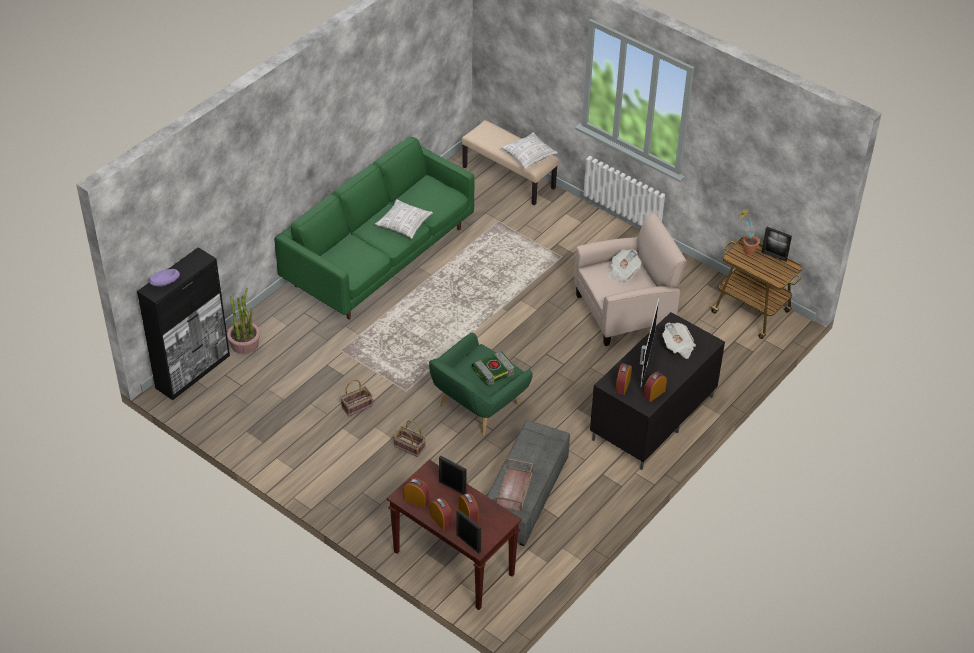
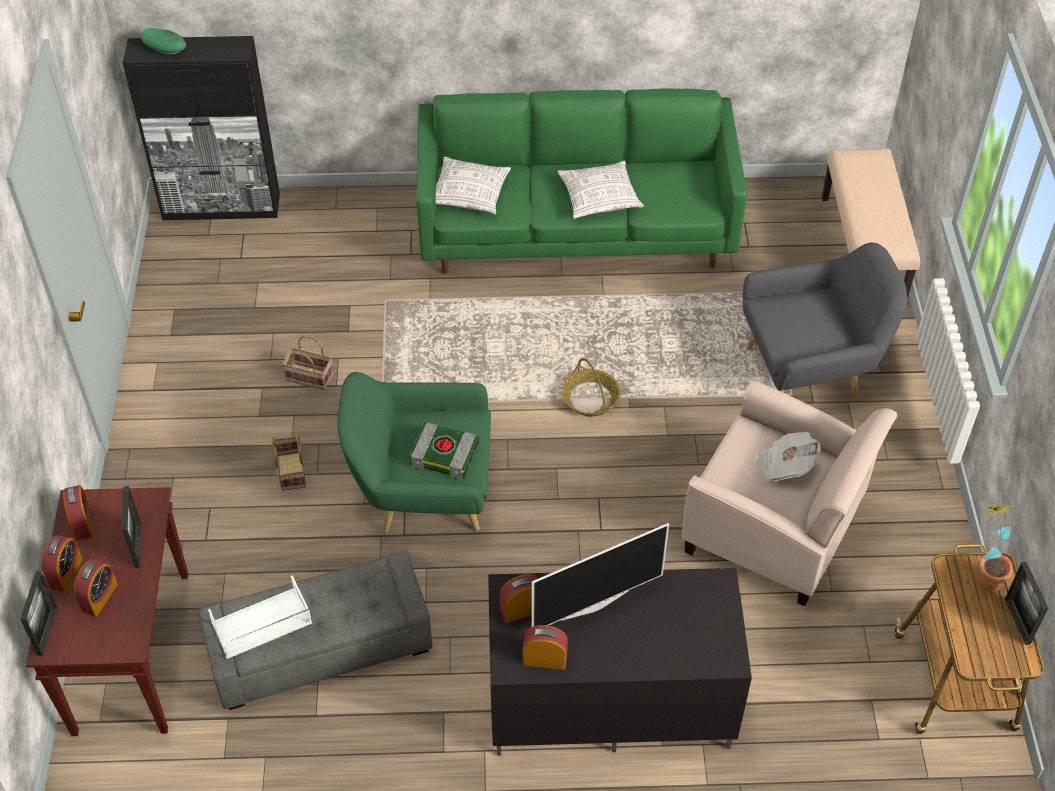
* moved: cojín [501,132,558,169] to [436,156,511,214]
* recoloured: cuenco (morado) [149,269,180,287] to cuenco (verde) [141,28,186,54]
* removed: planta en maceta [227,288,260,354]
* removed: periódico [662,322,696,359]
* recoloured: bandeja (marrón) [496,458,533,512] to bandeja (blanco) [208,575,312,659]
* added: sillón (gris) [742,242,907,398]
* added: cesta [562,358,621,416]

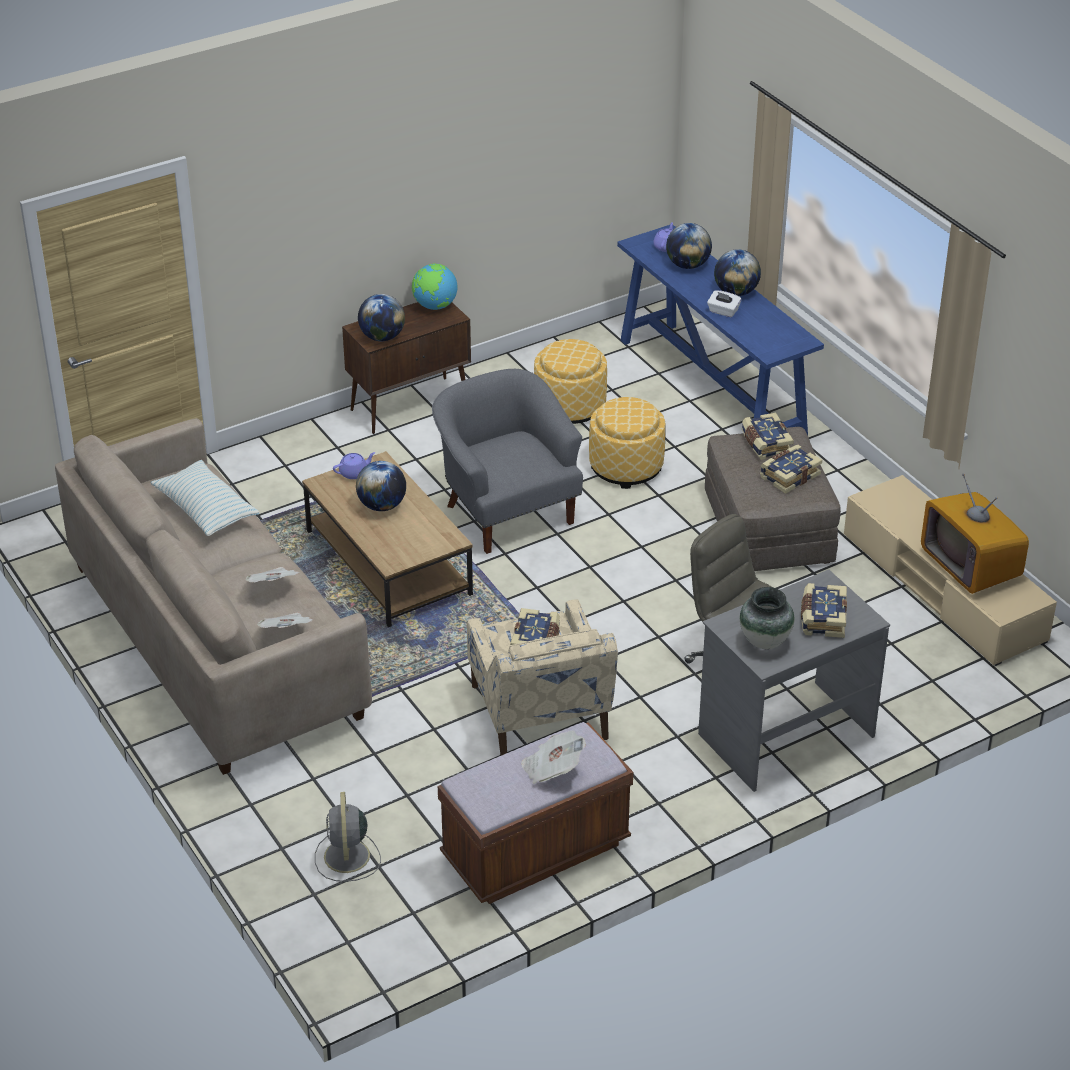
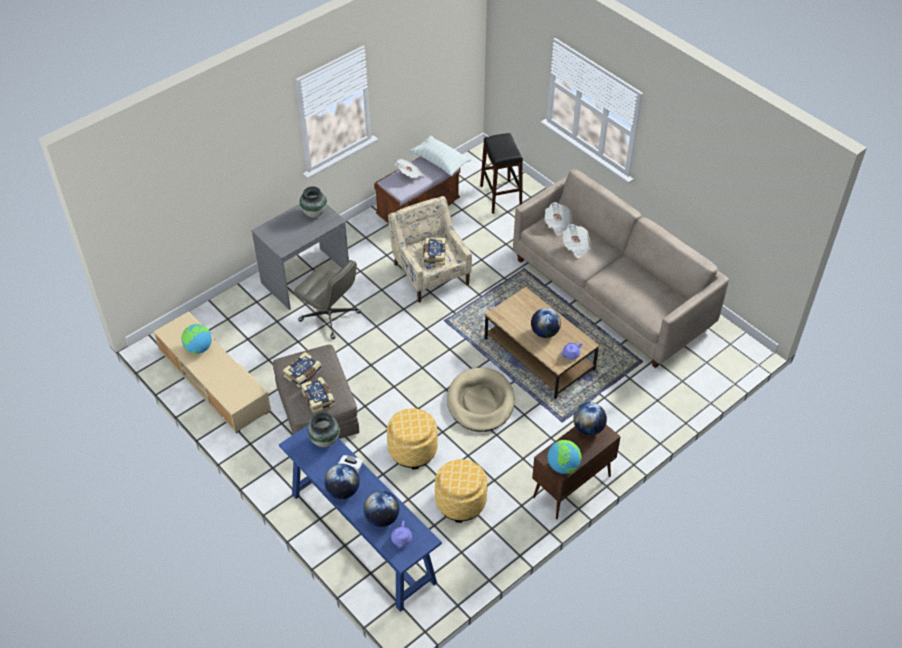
* replaced: sillón (gris) [432,369,583,554] to cama para perro (beis) [447,368,515,432]
* moved: cojín [150,460,260,536] to [410,135,472,176]
* replaced: televisor [921,474,1029,594] to globo terráqueo [182,324,212,354]
* removed: libro [801,583,847,638]
* replaced: ventilador (gris) [315,792,381,882] to taburete (negro) [480,133,523,214]
* added: florero [307,412,340,447]

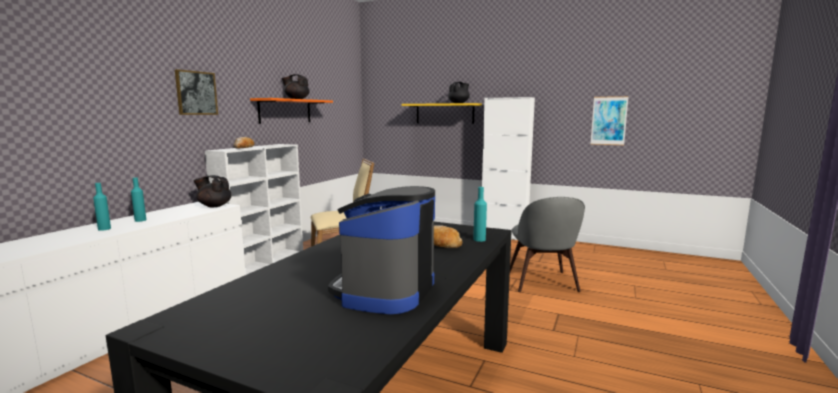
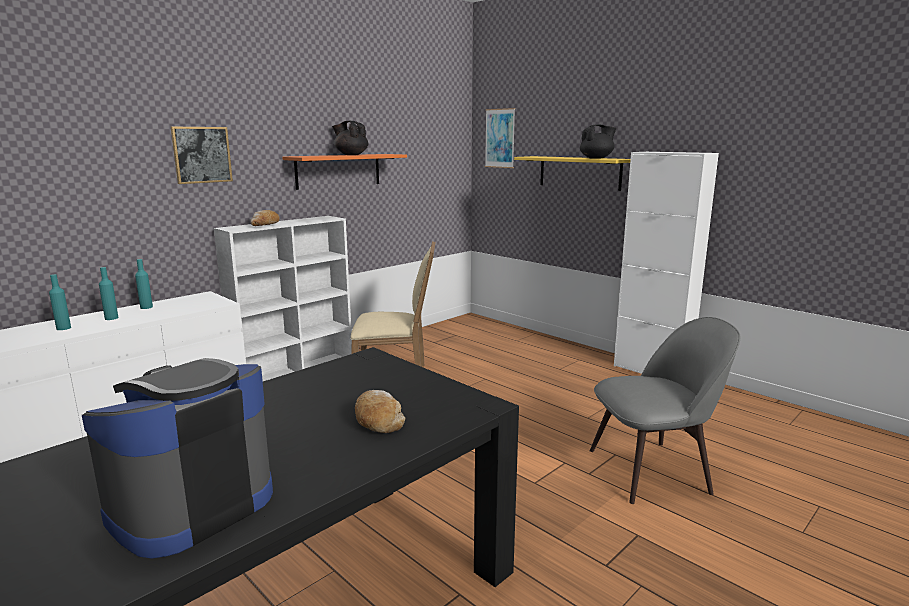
* moved: cuadro [591,96,629,145] to [485,108,515,168]
* removed: tetera (negro) [193,175,232,207]
* moved: botella (turquesa) [473,187,487,242] to [135,259,153,309]
* turned: silla (gris) [510,197,585,292] = [590,317,741,504] 120 degrees counterclockwise

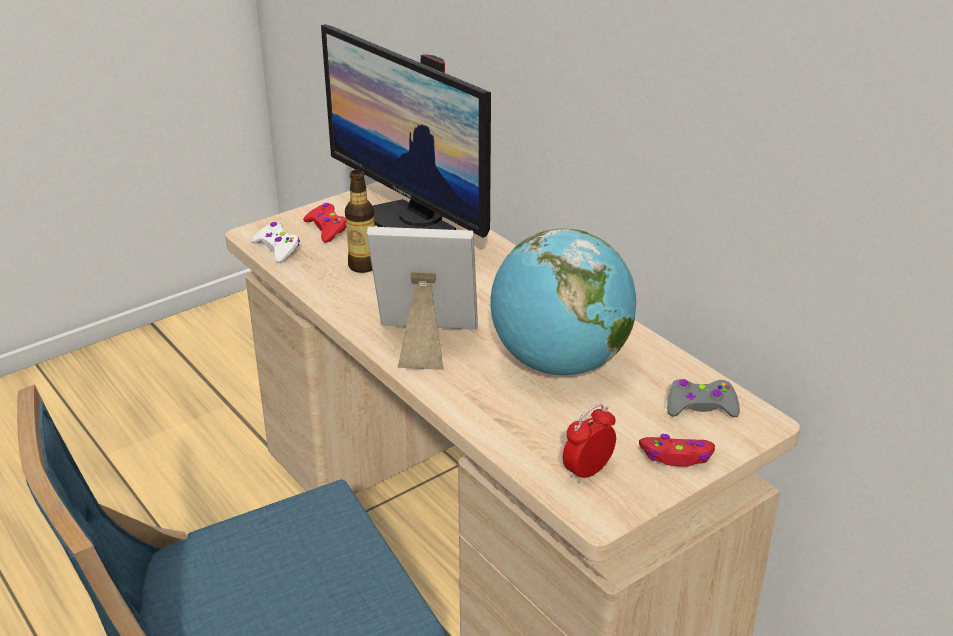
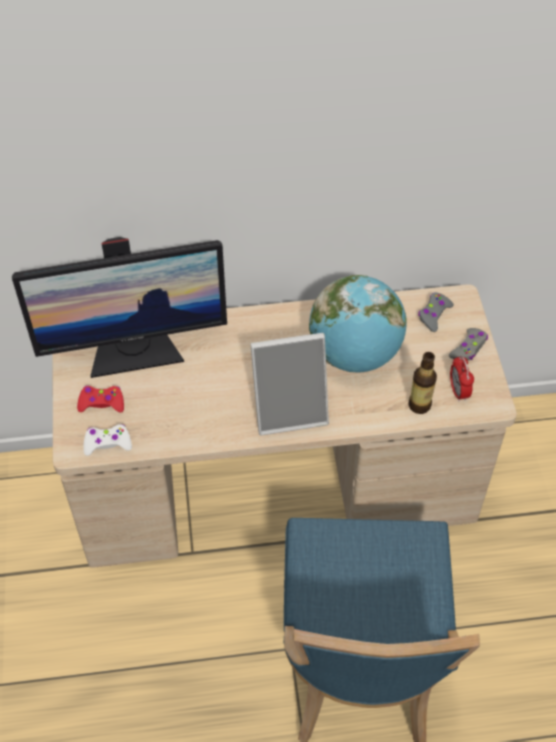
* moved: botella [345,169,375,273] to [408,352,437,414]
* turned: portarretratos [366,227,478,370] = [250,333,329,436] 135 degrees counterclockwise
* recoloured: mando de consola (rojo) [639,434,715,467] to mando de consola (gris) [449,328,488,361]

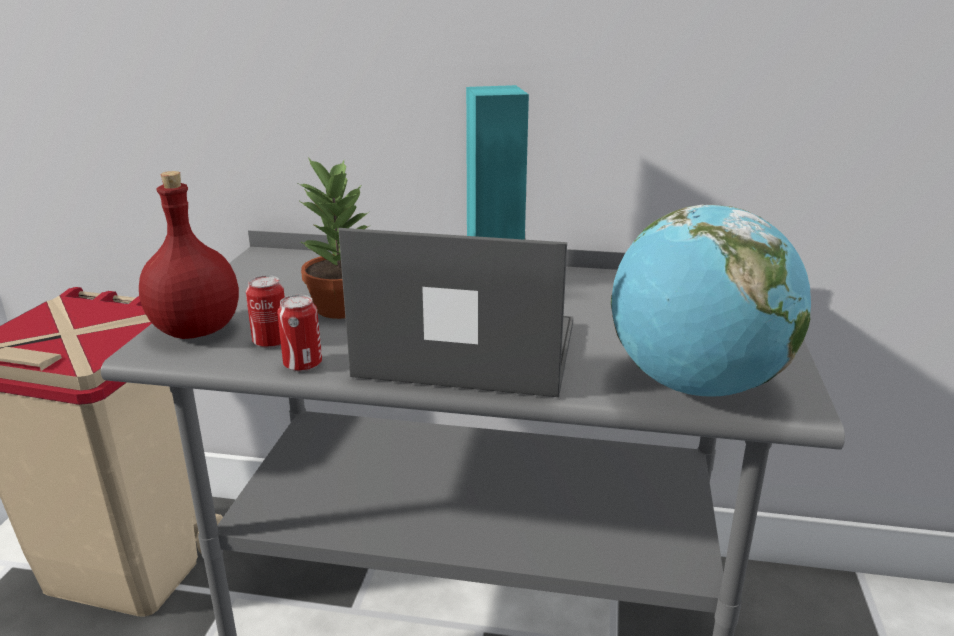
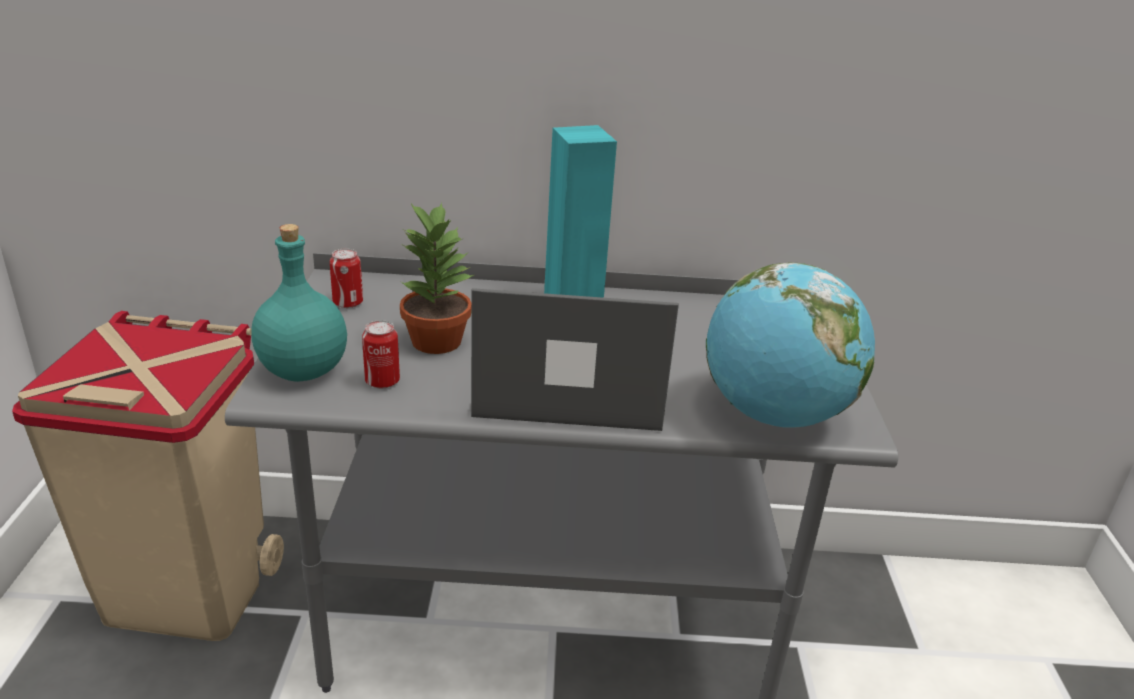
* recoloured: botella (rojo) [139,171,239,339] to botella (turquesa) [251,224,347,382]
* moved: lata [277,295,322,371] to [330,249,363,308]

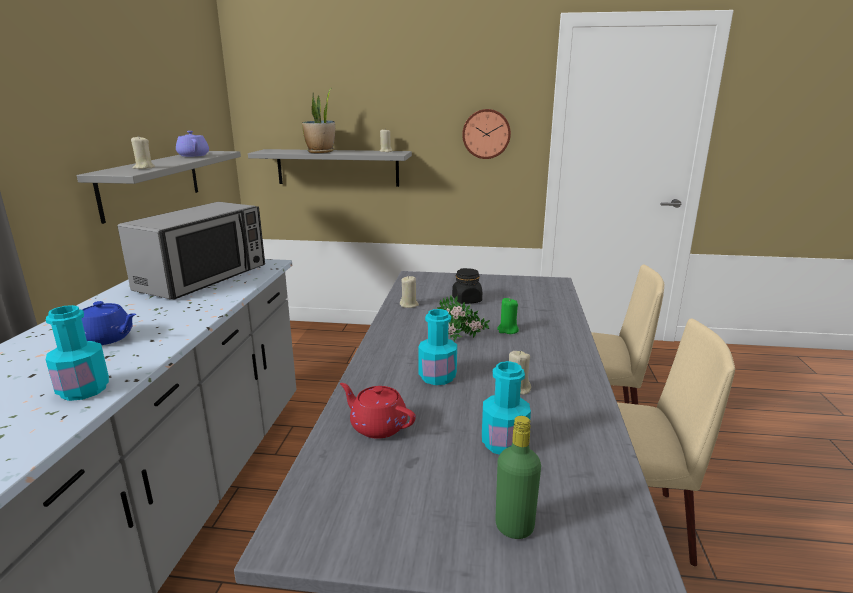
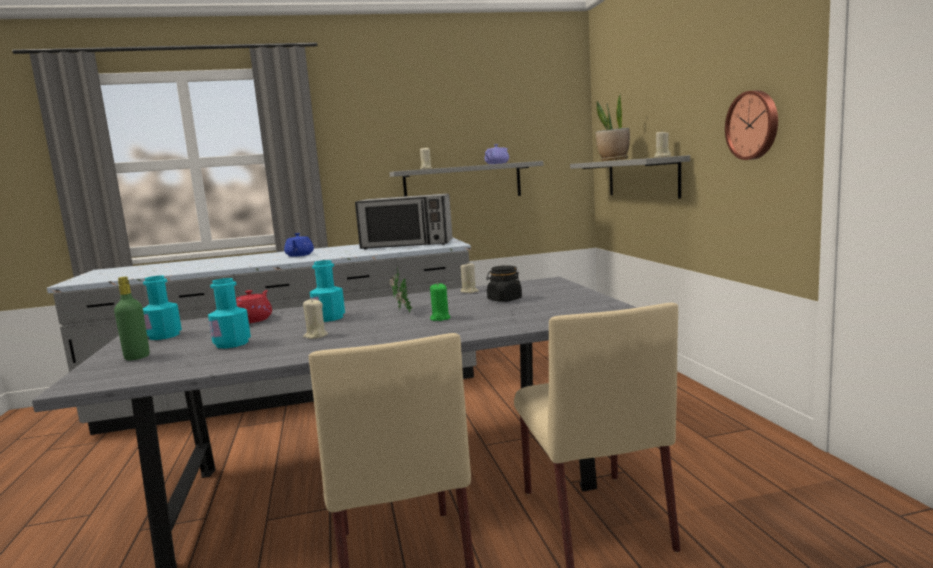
* moved: botella (turquesa) [46,305,109,401] to [143,276,182,340]

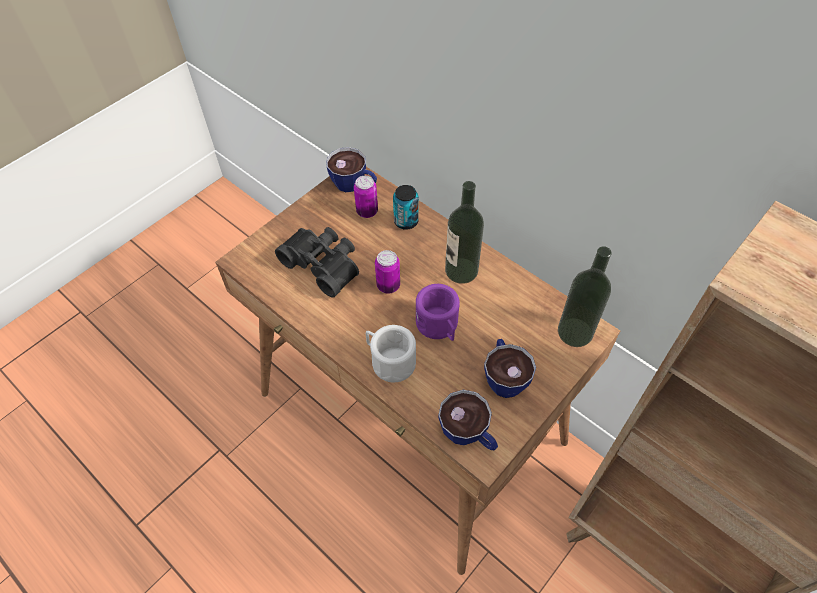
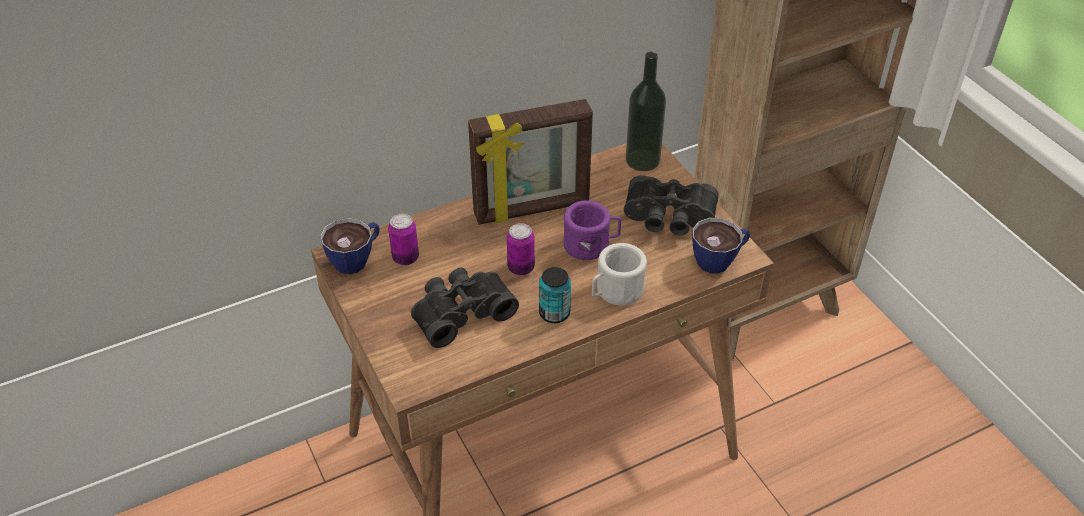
* replaced: botella [445,181,484,284] to portarretratos [468,99,593,225]
* moved: lata [393,185,419,230] to [539,267,571,323]
* replaced: taza [484,339,536,398] to prismáticos (negro) [624,175,719,236]

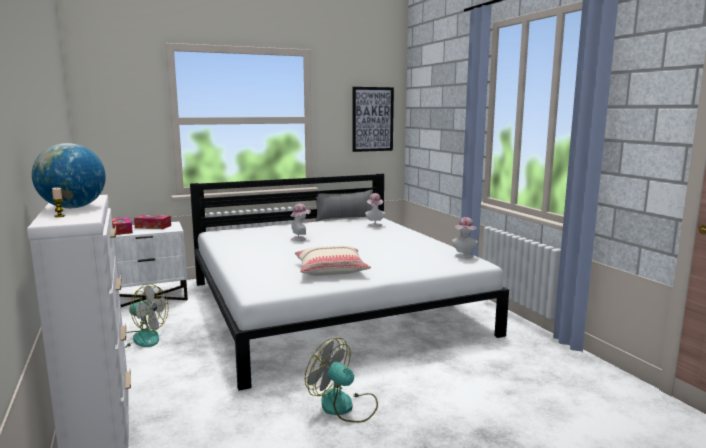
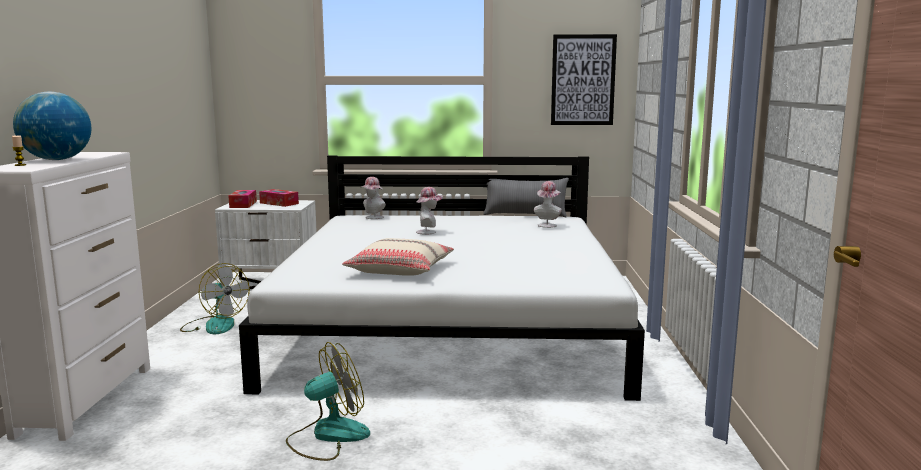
* moved: sombrero [452,217,478,258] to [361,177,386,219]
* turned: ventilador [305,338,378,423] = [286,342,370,461] 90 degrees clockwise

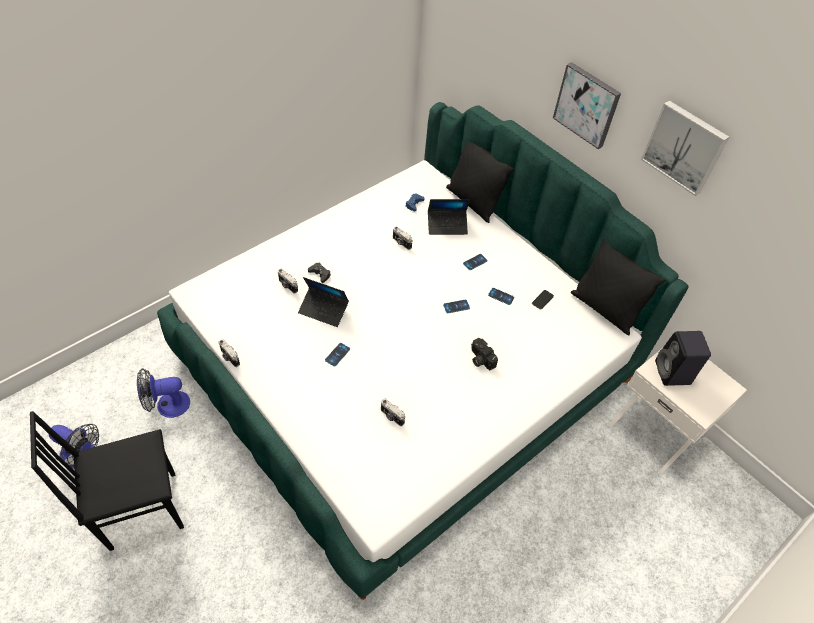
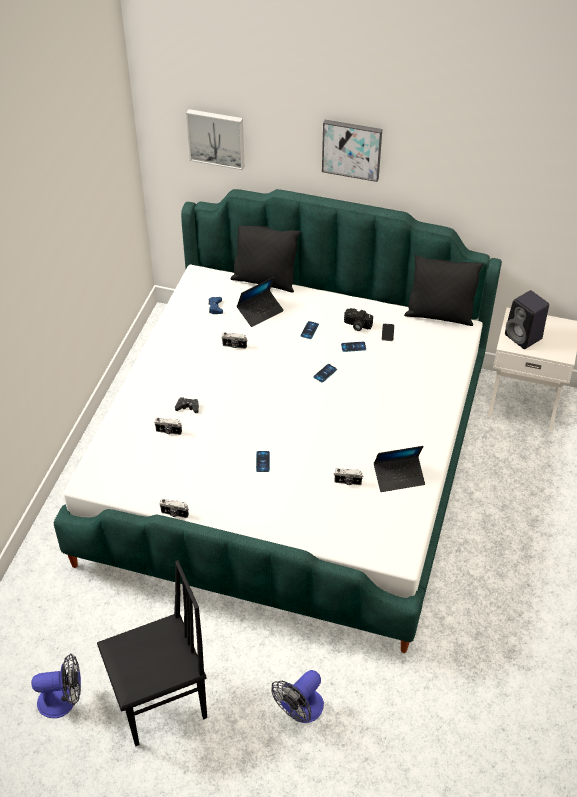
* moved: cuadro [641,100,729,196] to [186,109,244,170]
* moved: portátil [298,277,349,327] to [374,446,425,492]
* moved: cámara [471,338,498,370] to [344,308,373,331]
* moved: ventilador [137,368,190,418] to [271,670,324,723]
* turned: silla (negro) [30,411,184,551] = [97,560,207,746] 150 degrees counterclockwise

